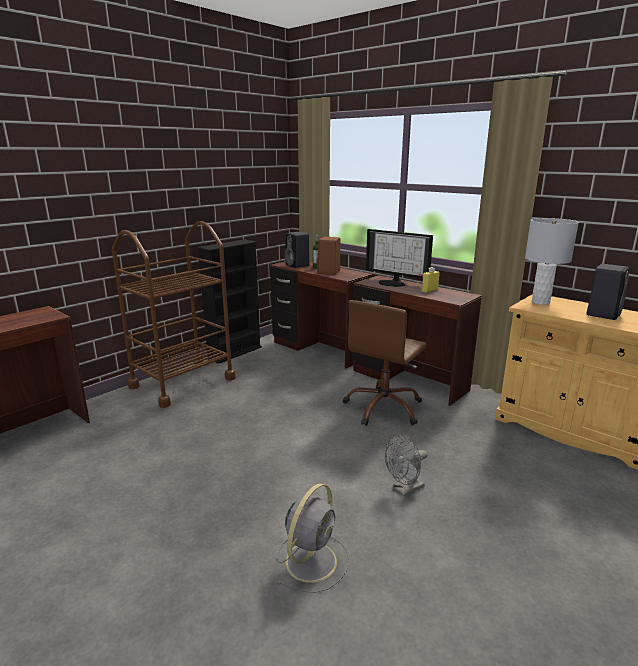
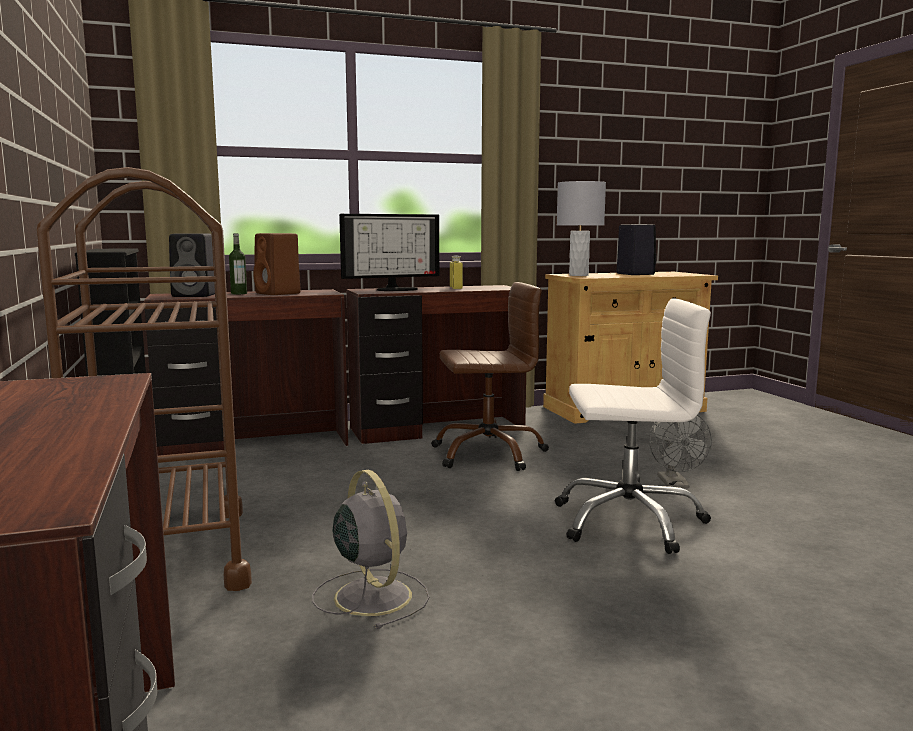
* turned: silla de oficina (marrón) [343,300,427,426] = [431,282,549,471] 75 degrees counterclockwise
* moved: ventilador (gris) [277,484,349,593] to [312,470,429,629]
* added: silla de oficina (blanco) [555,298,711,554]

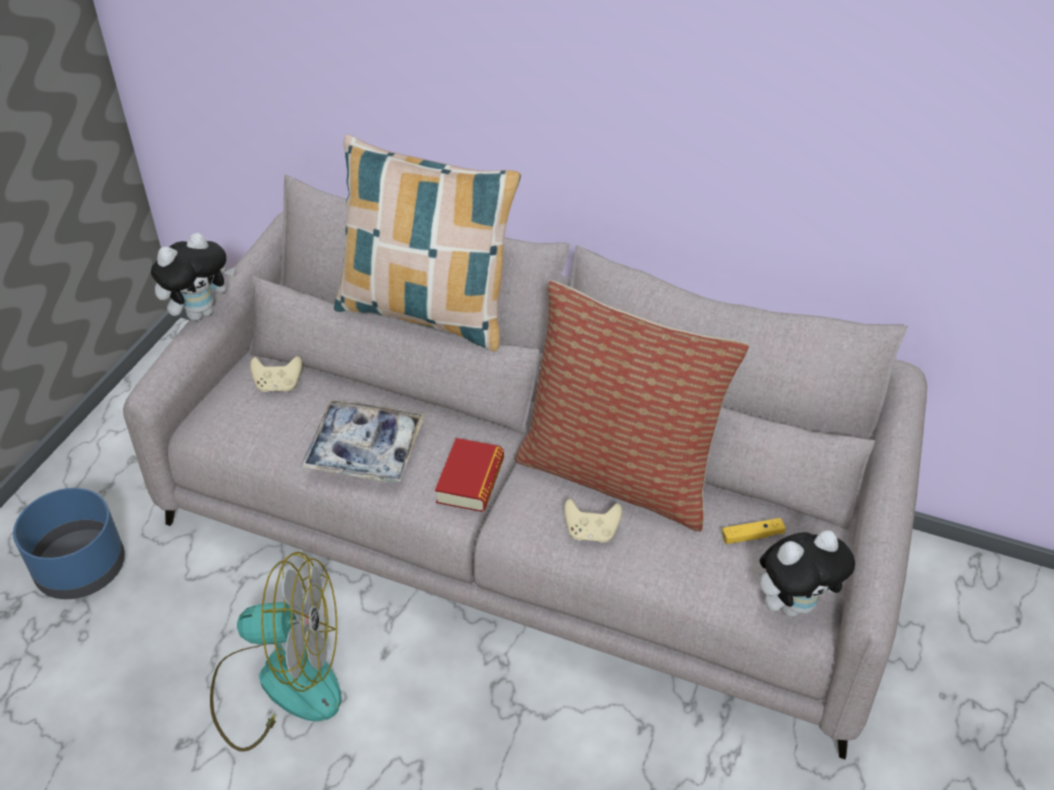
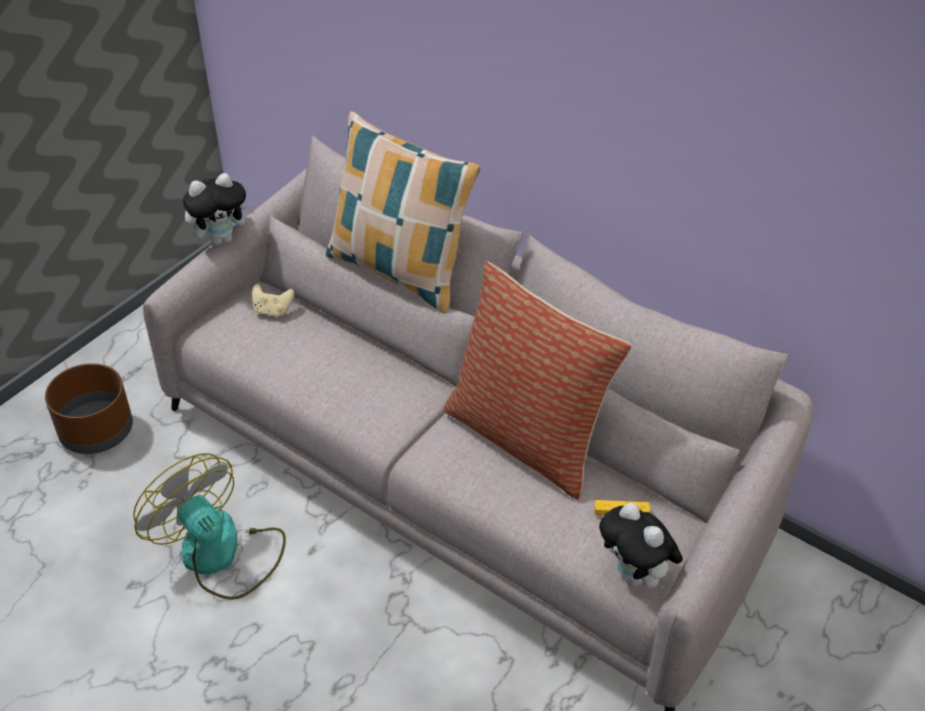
* removed: bandeja [300,400,425,483]
* removed: libro [435,438,504,512]
* recoloured: maceta (azul) [13,488,125,599] to maceta (marrón) [45,363,133,454]
* removed: mando de consola (beis) [564,499,622,543]
* turned: peluche [759,530,855,617] = [599,503,683,591] 60 degrees clockwise
* turned: ventilador [210,552,342,752] = [133,453,286,600] 150 degrees counterclockwise

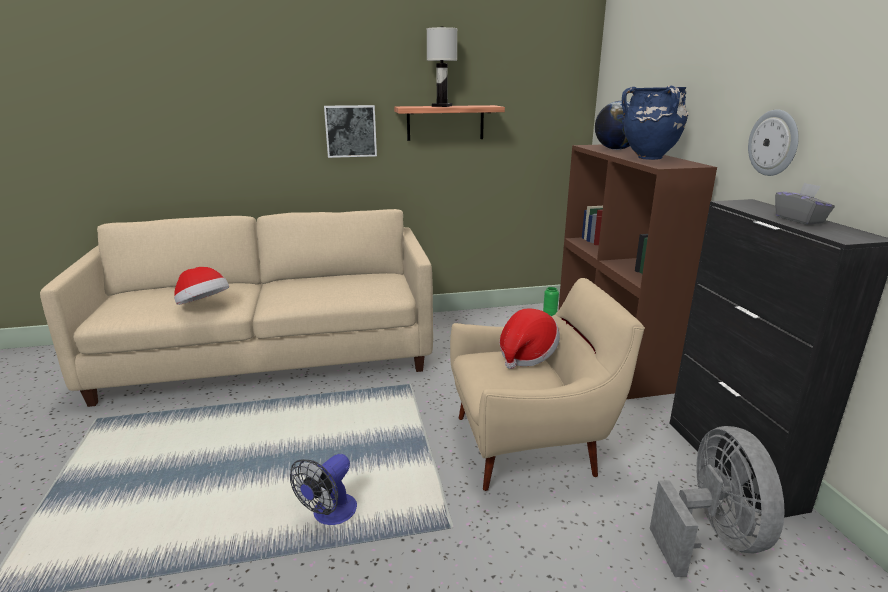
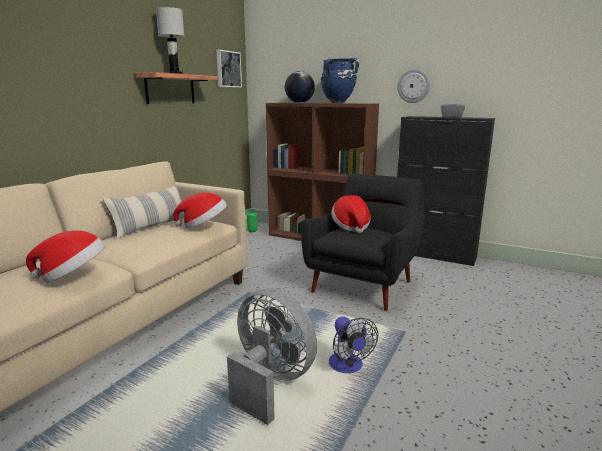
* moved: cuadro [324,105,377,158] to [216,50,242,87]
* recoloured: sillón (beis) [450,278,645,491] to sillón (negro) [302,174,424,311]
* moved: ventilador (gris) [650,426,785,577] to [227,288,317,425]
* added: cojín [103,184,184,239]
* added: sombrero [173,193,227,229]

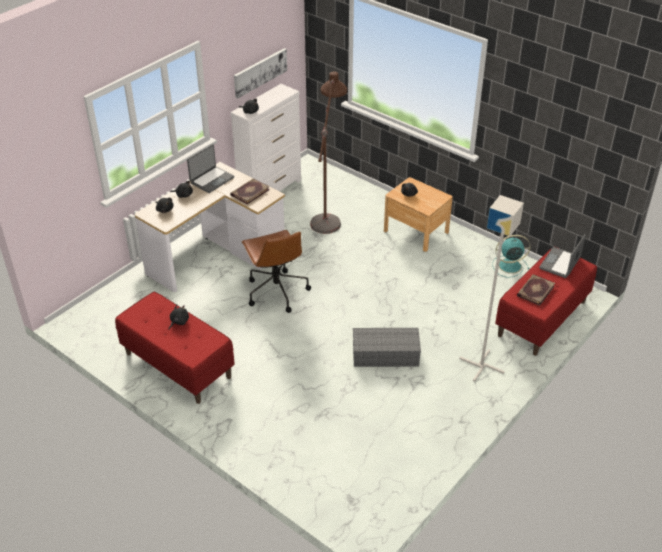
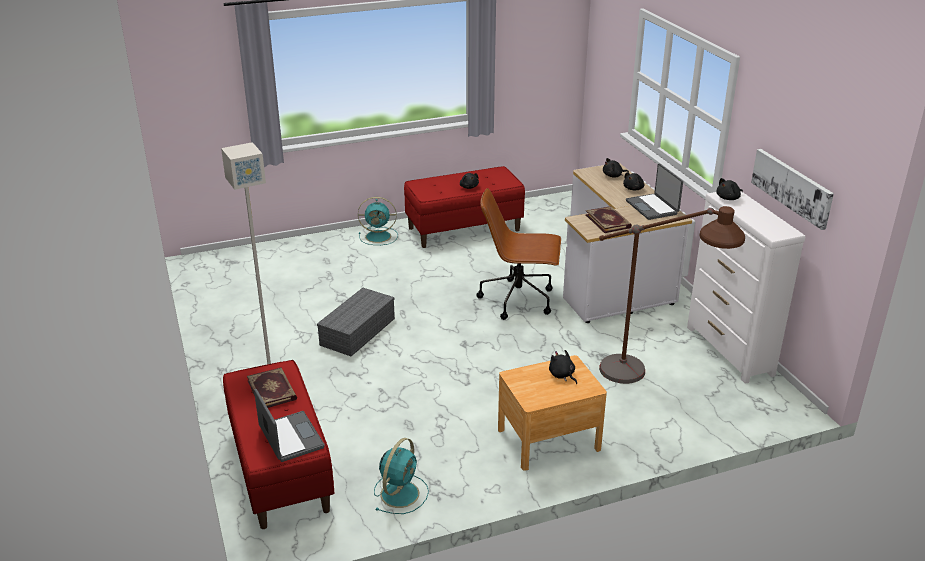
* added: ventilador (turquesa) [358,197,398,245]

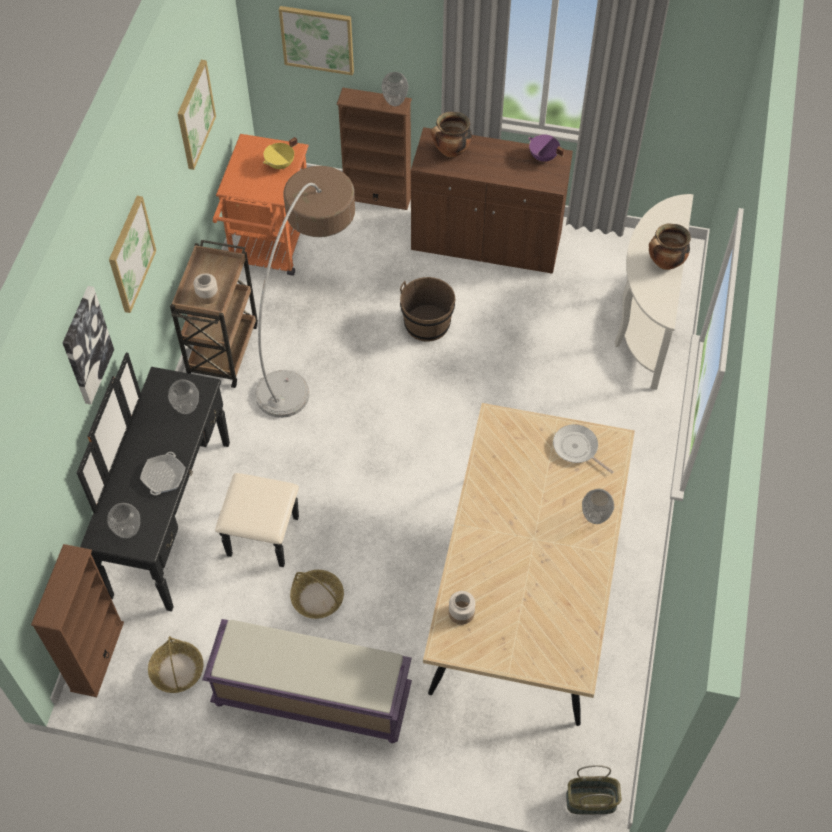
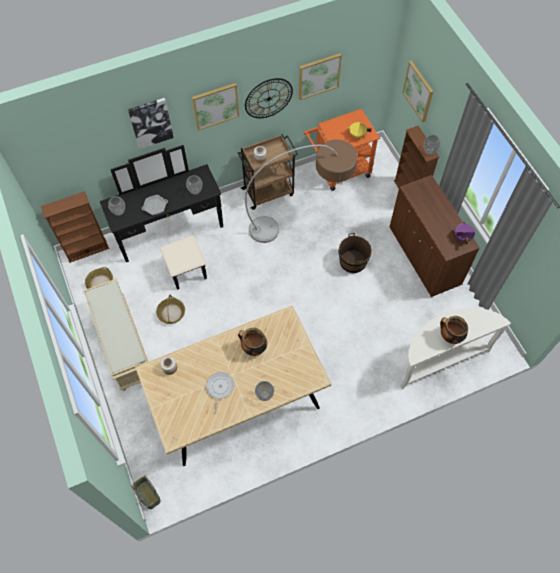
* moved: olla [431,112,472,158] to [238,328,267,356]
* moved: sartén [553,424,614,473] to [206,372,234,414]
* recoloured: banco (morado) [202,619,412,743] to banco (beis) [83,278,148,391]
* added: reloj de pared [245,78,293,118]

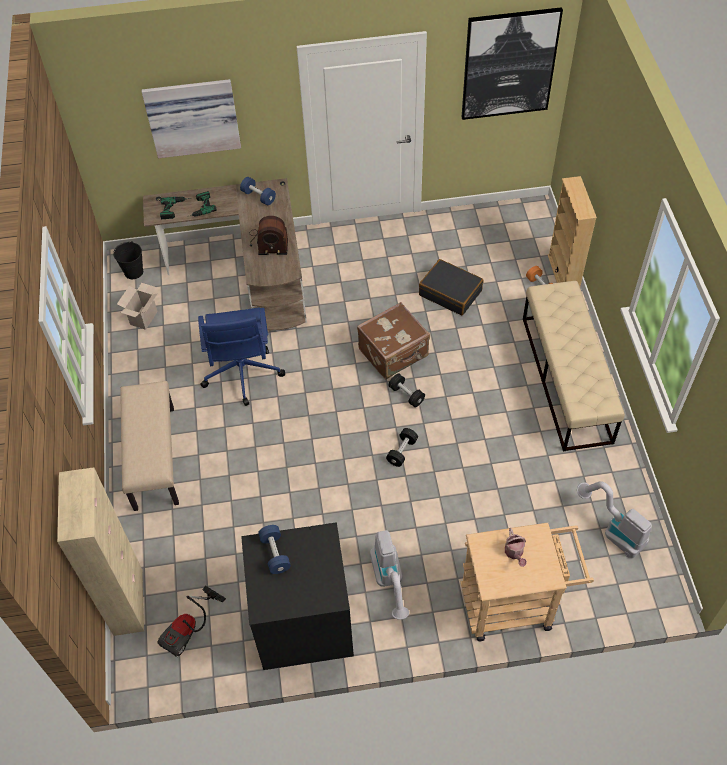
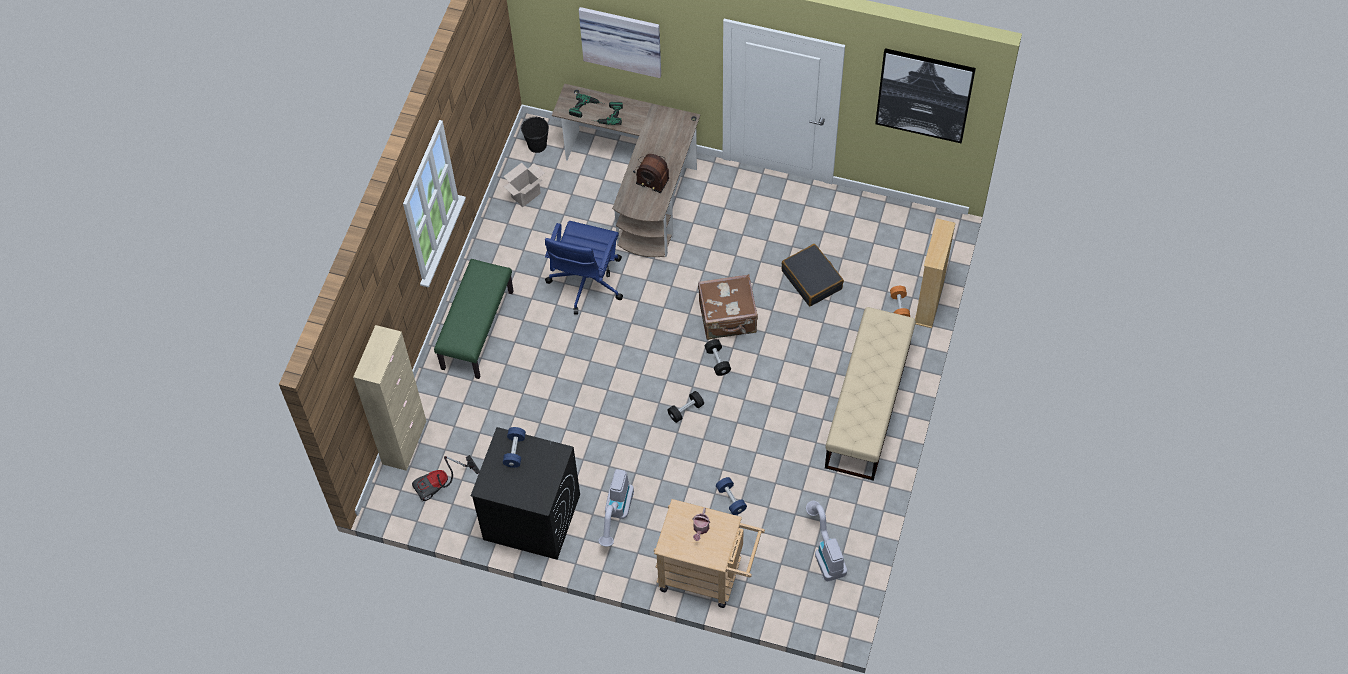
* moved: mancuerna (azul) [240,177,276,205] to [716,477,747,515]
* recoloured: banco (beis) [120,381,179,511] to banco (verde) [434,259,514,379]

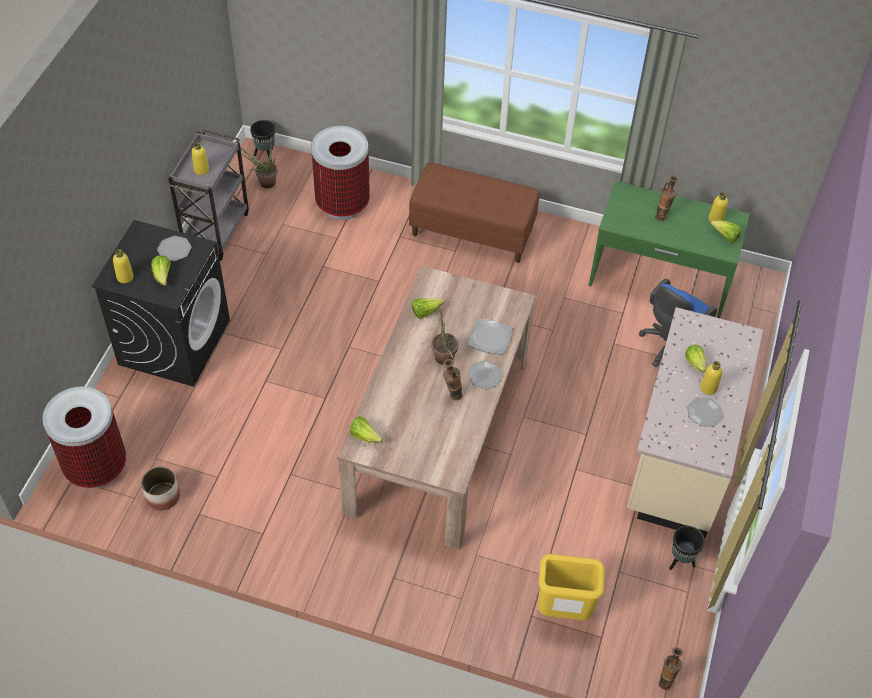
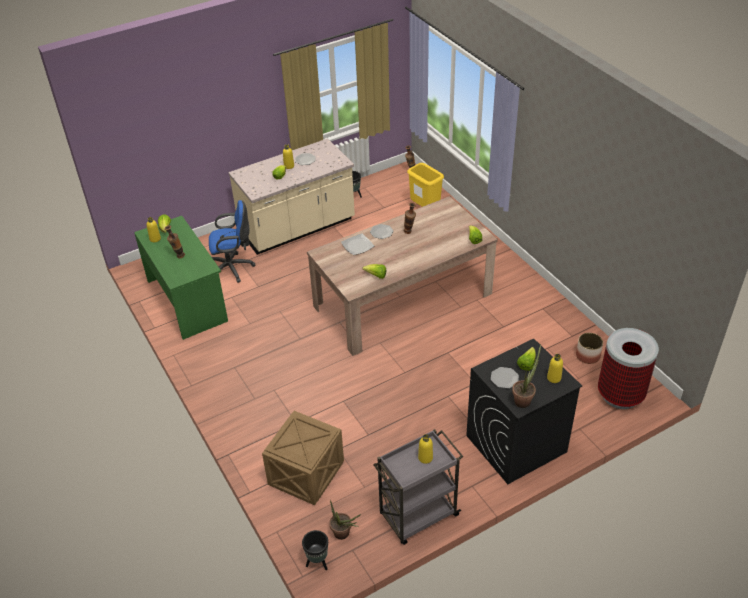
* replaced: papelera [311,126,370,220] to caja de embalaje [262,411,344,505]
* removed: banco (marrón) [409,162,540,263]
* moved: planta en maceta [431,310,458,365] to [512,344,541,408]

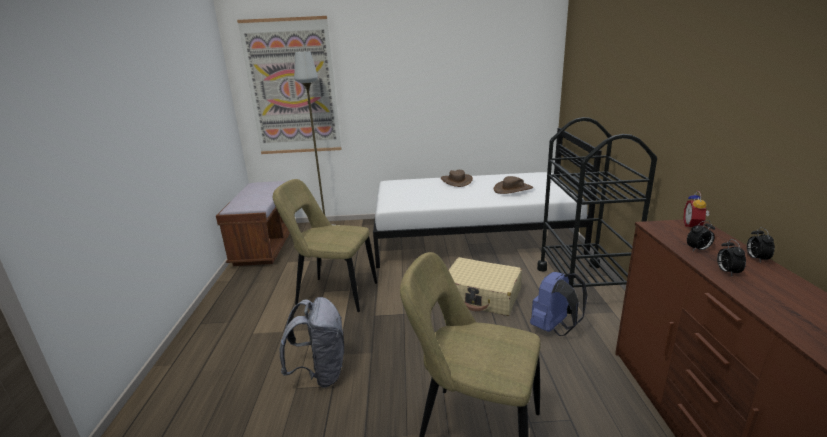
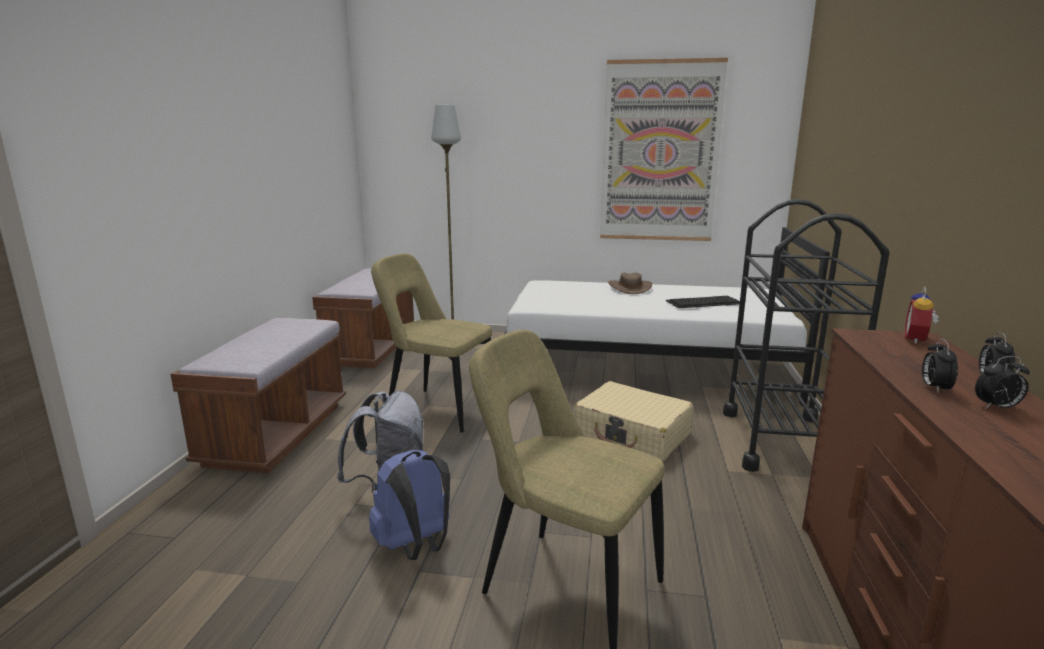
* moved: cuadro [237,16,342,154] to [600,58,728,241]
* replaced: sombrero (marrón) [494,176,533,194] to teclado [666,296,740,308]
* moved: despertador [687,220,715,251] to [975,356,1030,409]
* moved: mochila (azul) [530,272,587,336] to [369,450,450,560]
* added: banco (marrón) [170,318,346,473]

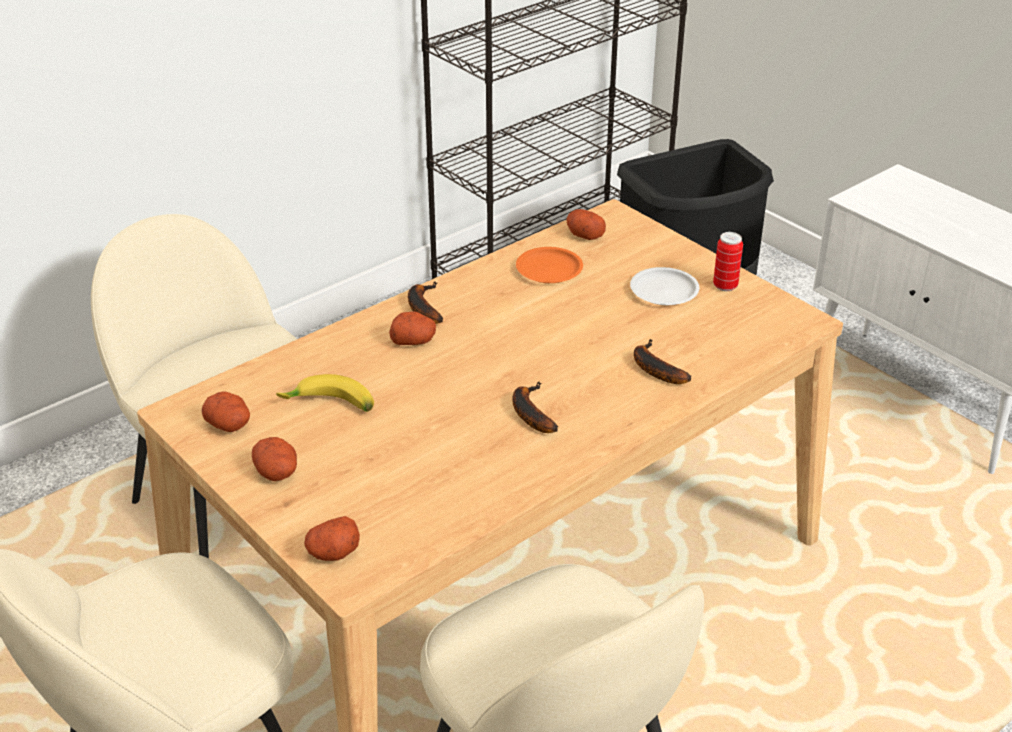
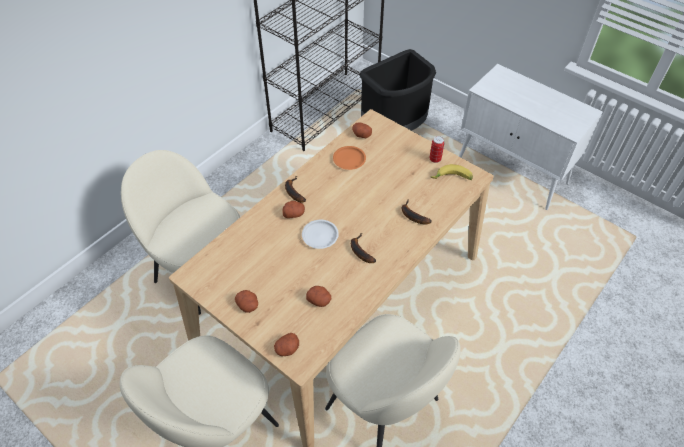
* moved: plato (blanco) [630,267,699,305] to [302,220,339,249]
* moved: plátano [276,374,374,412] to [431,164,473,180]
* moved: patata [202,391,250,432] to [306,286,332,307]

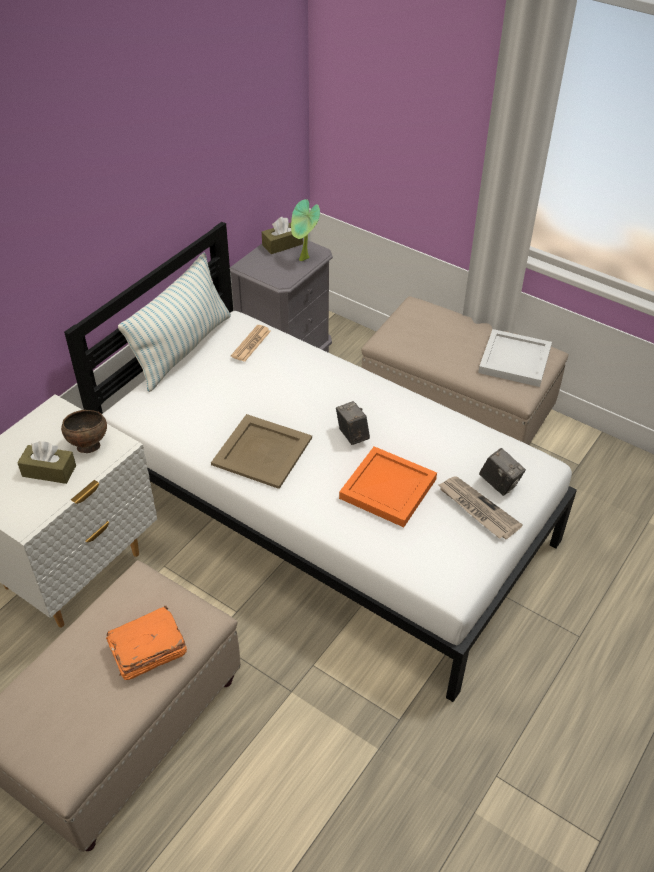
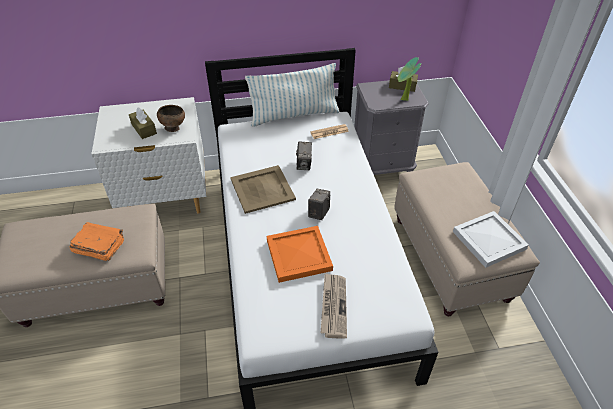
* moved: cámara [479,448,526,496] to [296,142,312,170]

